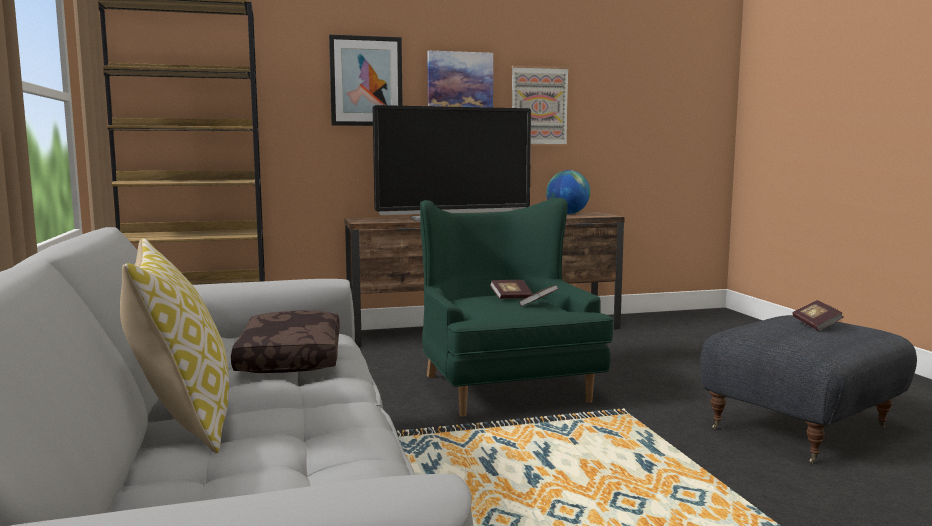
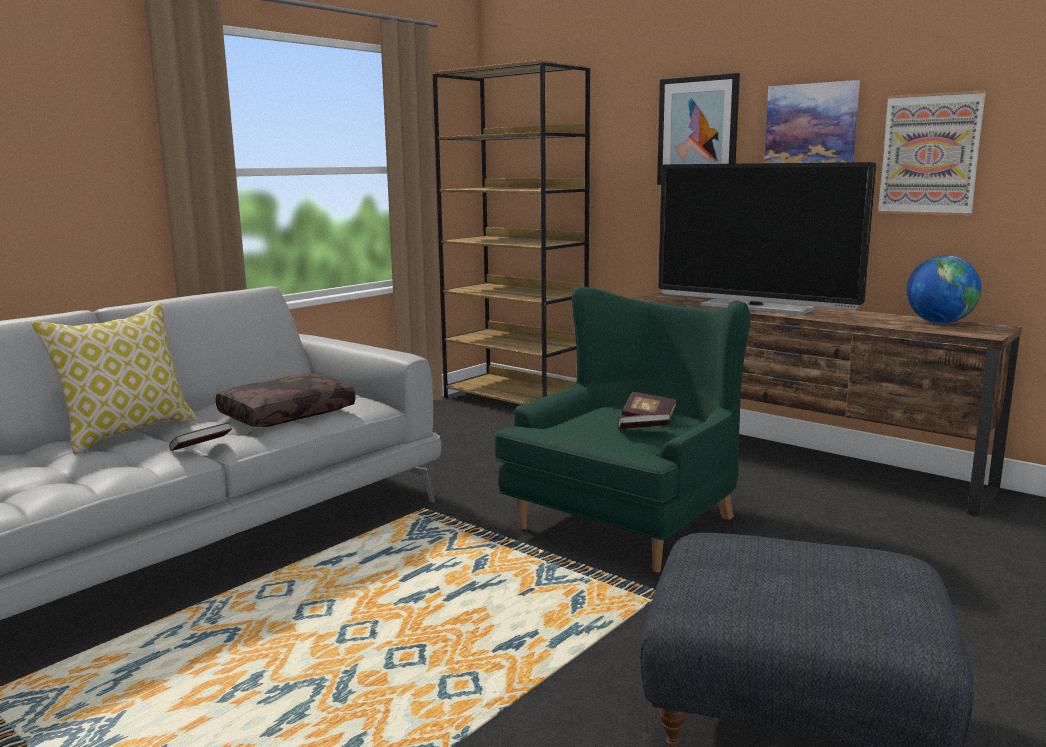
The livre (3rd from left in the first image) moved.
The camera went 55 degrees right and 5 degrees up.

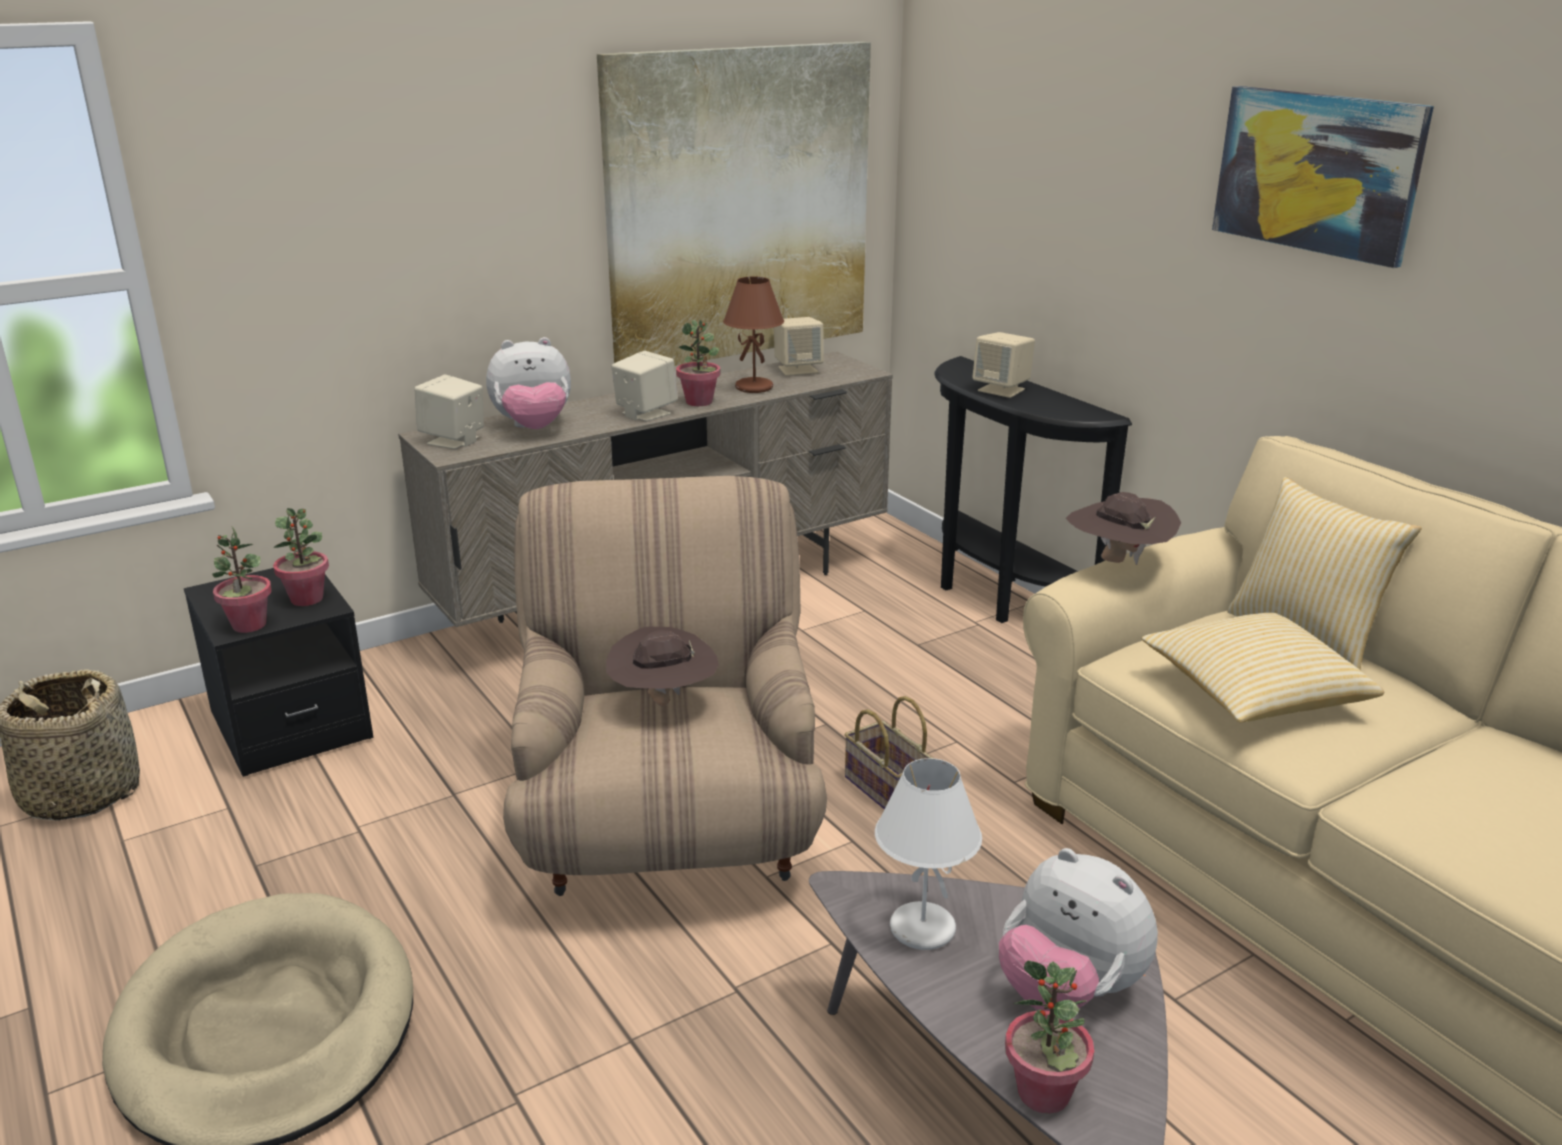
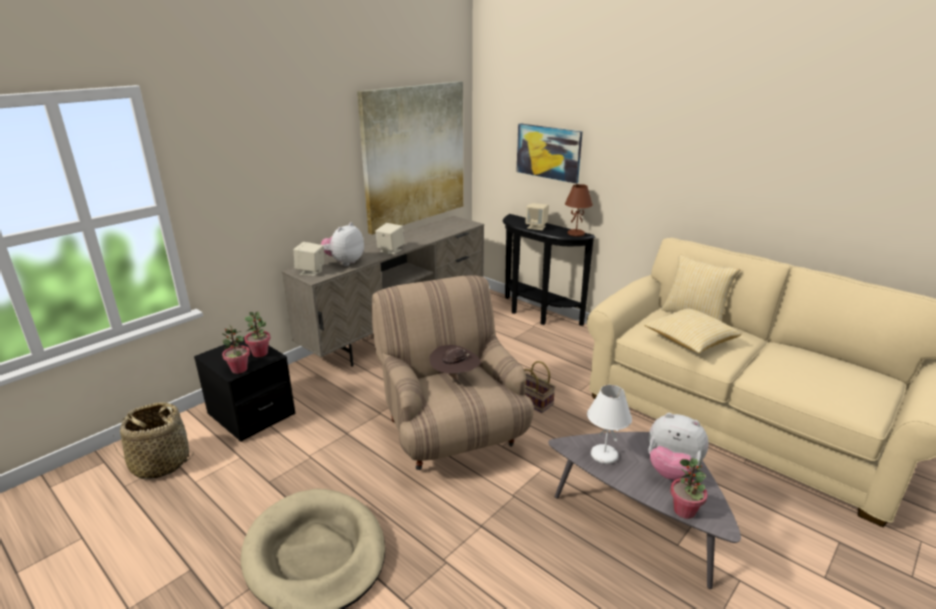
The peluche (1st from left) turned 150 degrees clockwise.
The tableau (2nd from left) moved.
The lampe de table (marron) moved.
The plante en pot (3rd from left) disappeared.
The enceinte (beige) (3rd from left) disappeared.
The chapeau (marron) (2nd from left) disappeared.
The camera went 15 degrees left and 0 degrees up.

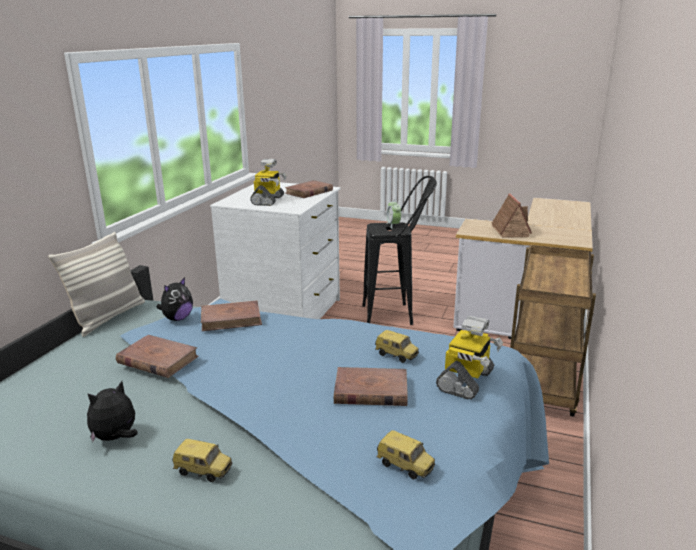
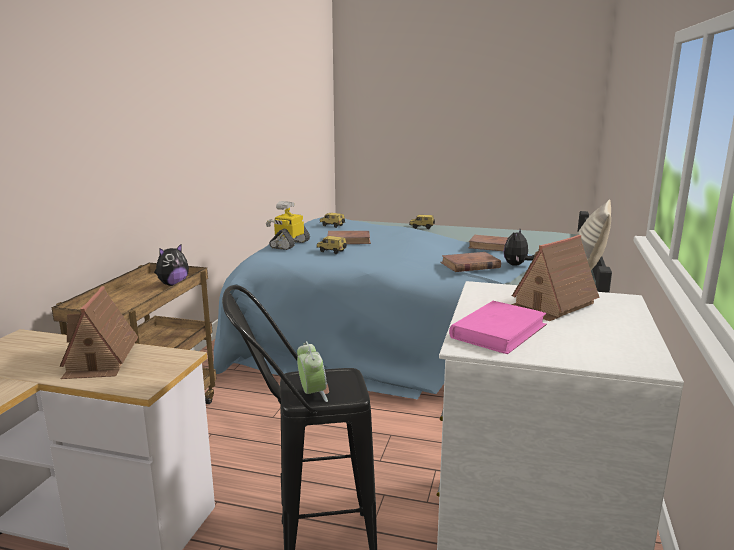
The peluche (1st from left) moved.
The livre (marron) (3rd from left) became the livre (rose).
The robot jouet (1st from left) was replaced by the maison miniature (2nd from left).
The camera went 175 degrees right and 5 degrees down.

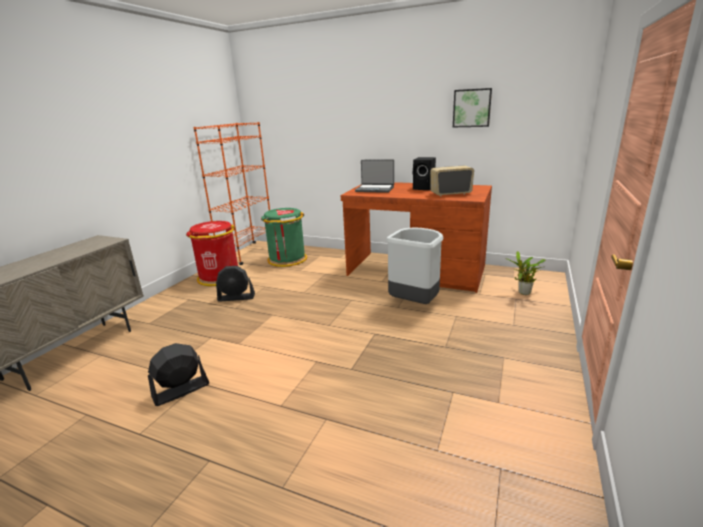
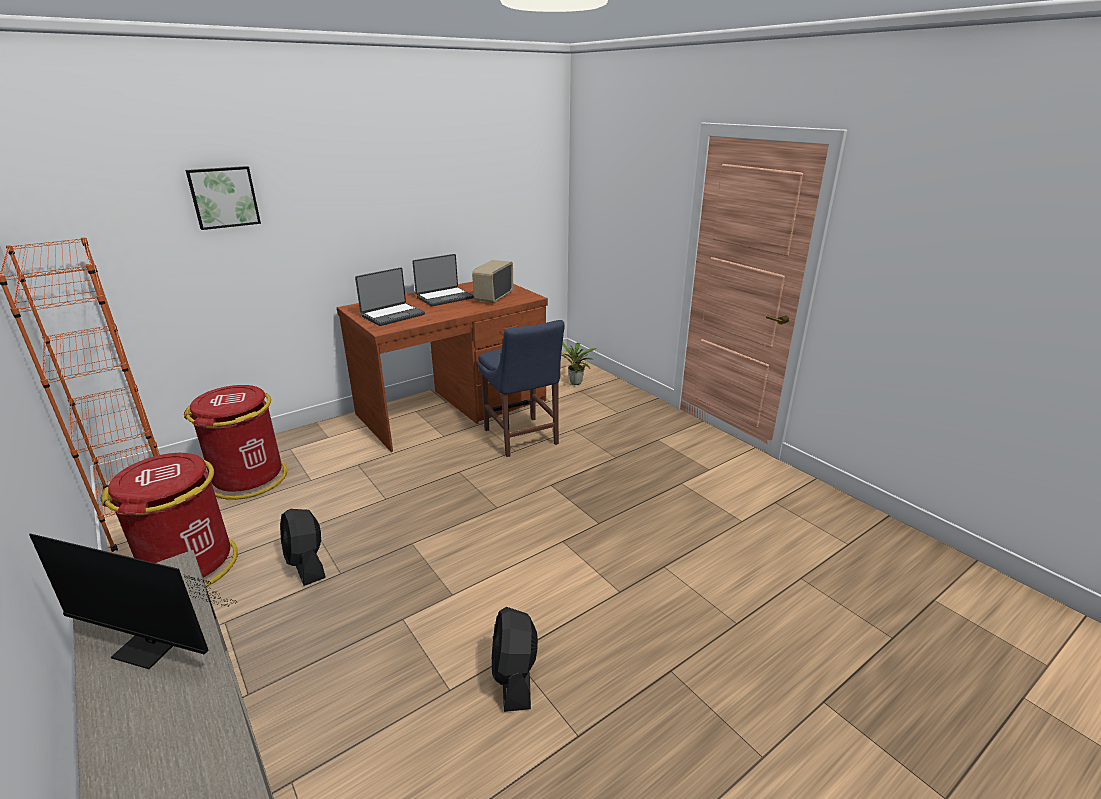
The écran d'ordinateur appeared.
The poubelle (vert) became the poubelle (rouge) (2nd from left).
The tableau moved.
The ventilateur (noir) (2nd from left in the first image) turned 120 degrees clockwise.
The enceinte (noir) was replaced by the ordinateur portable (2nd from left).
The poubelle (gris) was replaced by the chaise (bleu).
The camera went 60 degrees left and 5 degrees up.

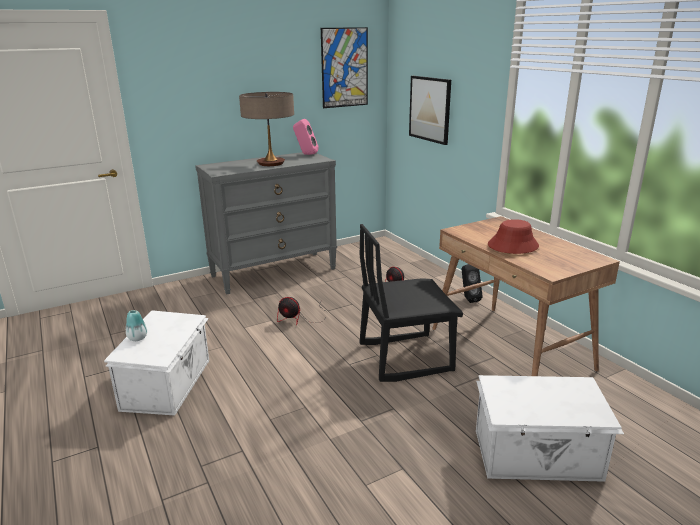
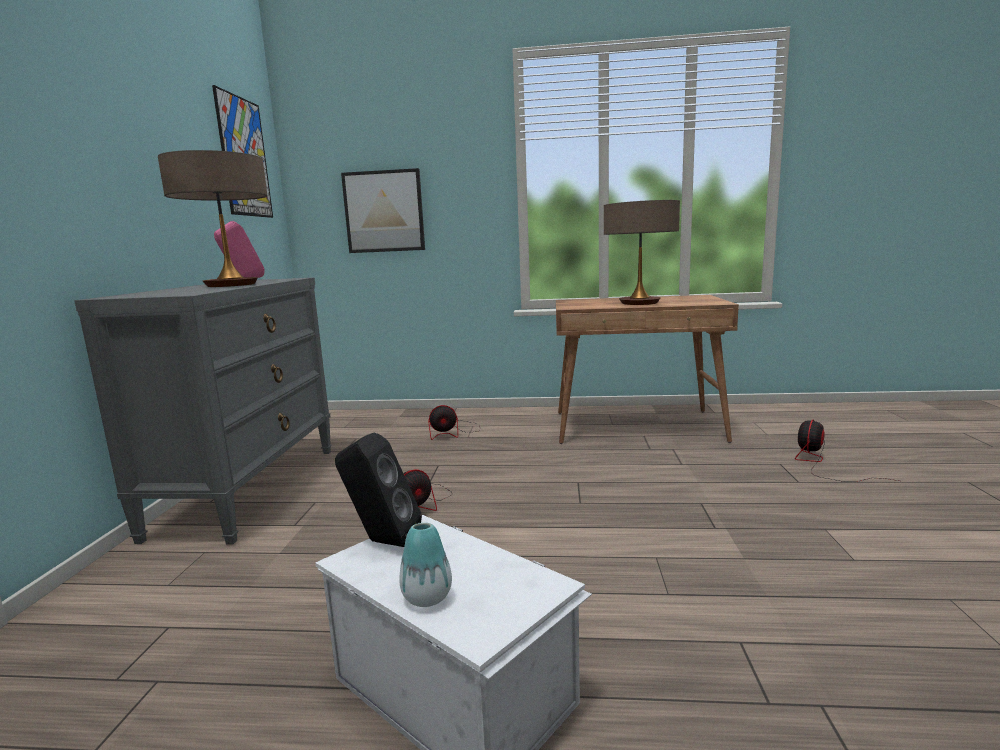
The enceinte (noir) moved.
The chapeau (rouge) was replaced by the lampe de table (2nd from left).
The boîte de rangement (blanc) (2nd from left) was replaced by the ventilateur (3rd from left).
The chaise (noir) disappeared.
The camera went 55 degrees left and 10 degrees down.

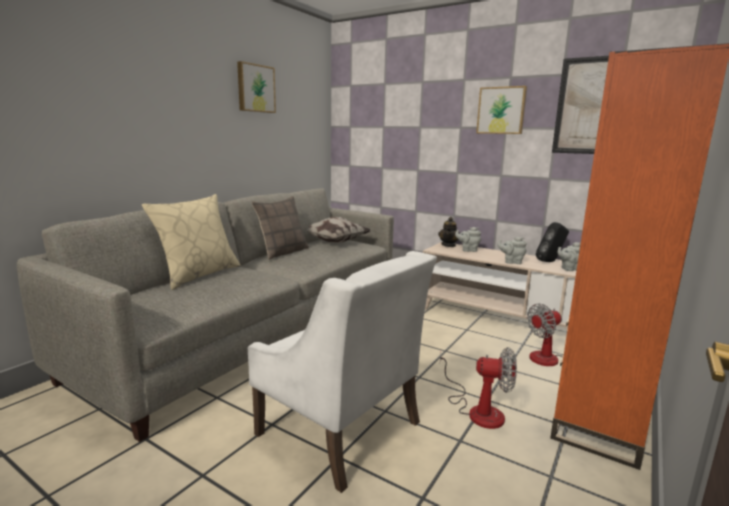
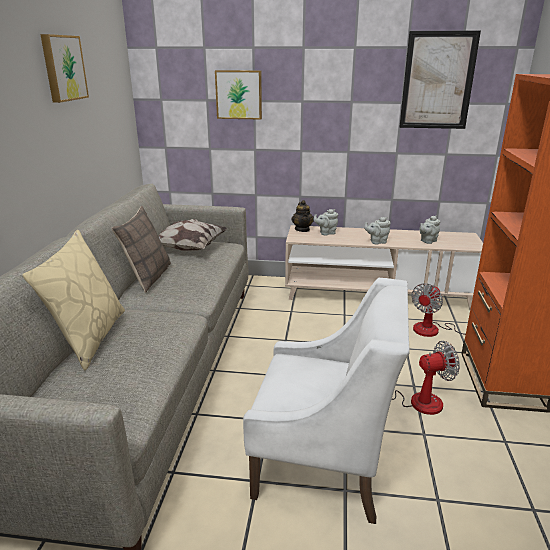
The tableau (2nd from left) moved.
The enceinte (noir) disappeared.
The camera went 25 degrees left and 10 degrees up.

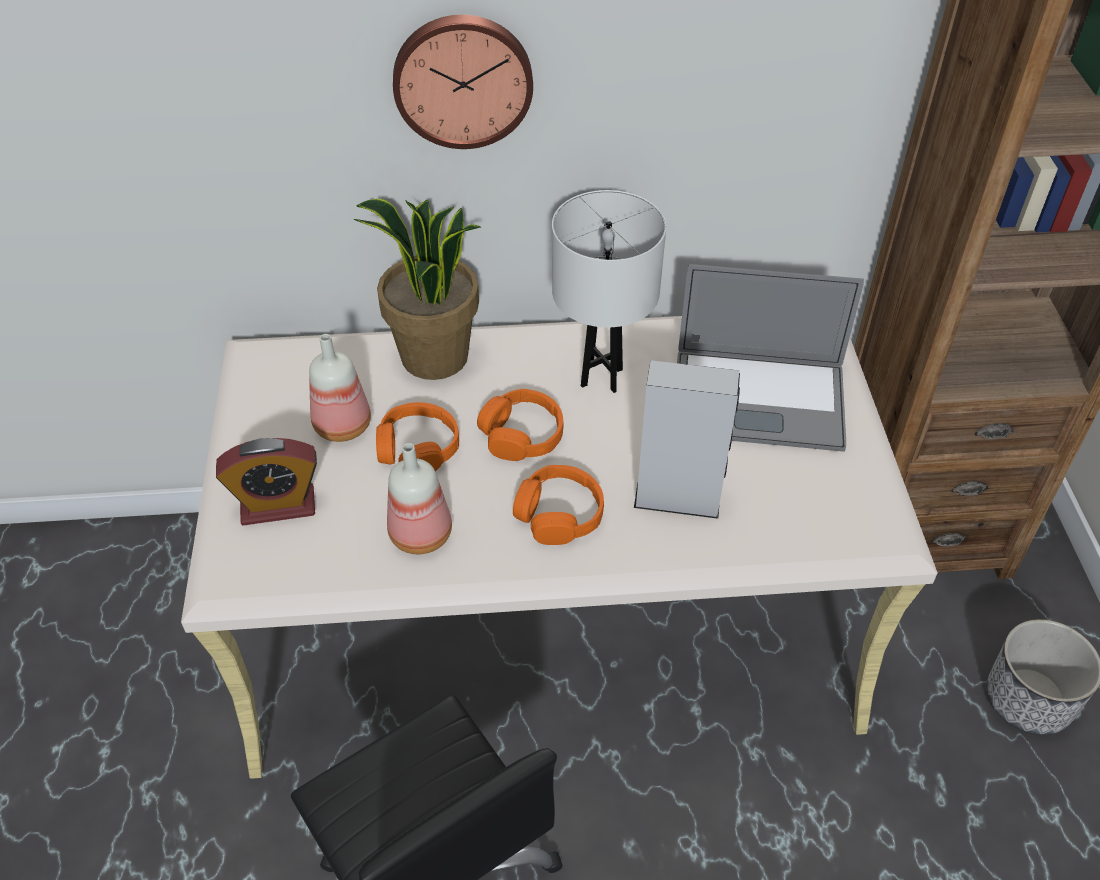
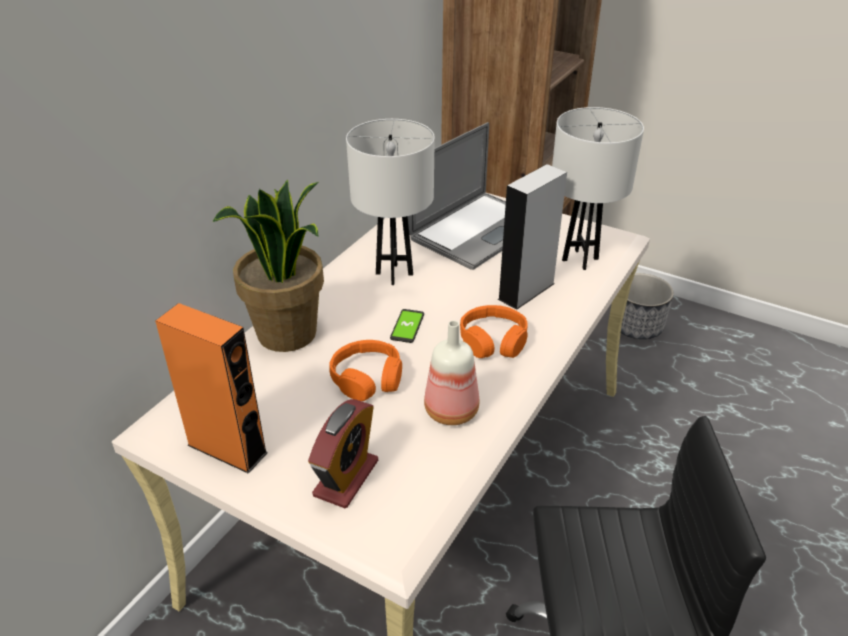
The enceinte (orange) appeared.
The casque audio (orange) (2nd from left) was replaced by the téléphone.
The lampe de table (blanc) (2nd from left) appeared.
The bouteille (1st from left) disappeared.
The horloge murale disappeared.
The camera went 55 degrees left and 10 degrees down.

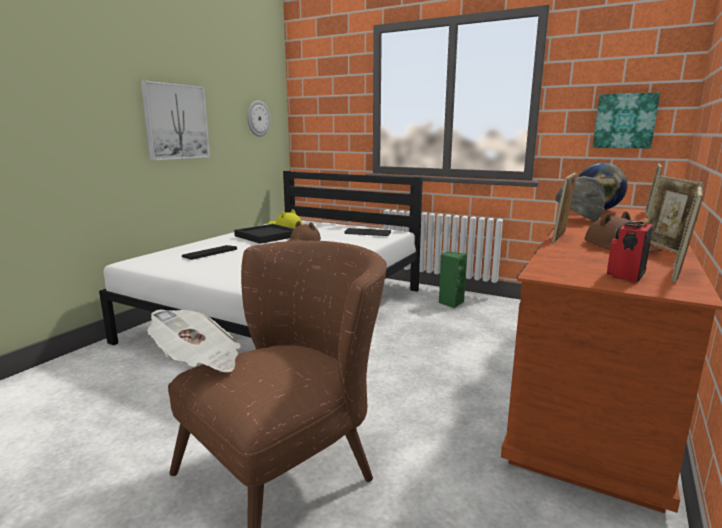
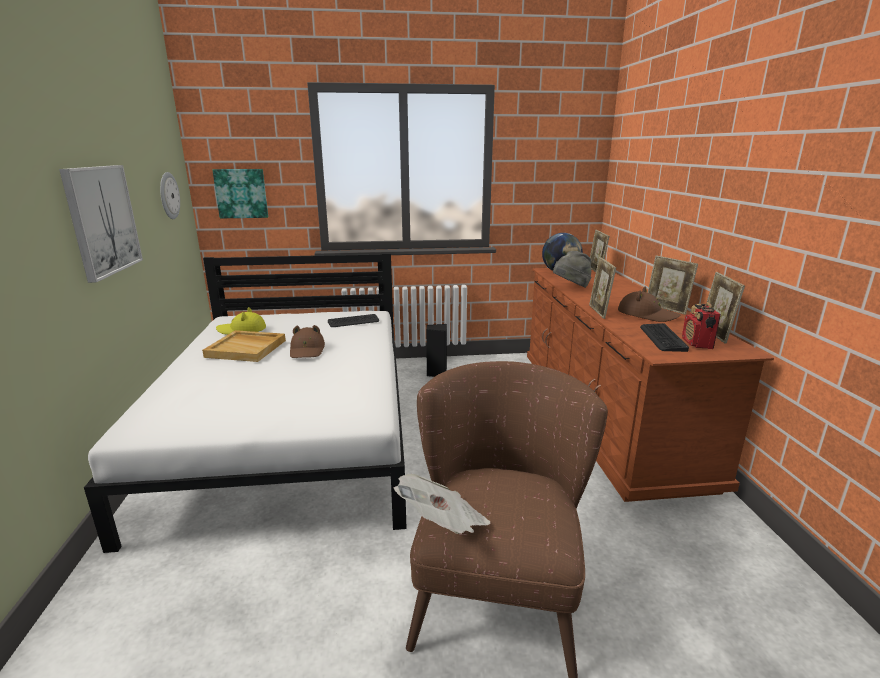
The plateau (noir) became the plateau (beige).
The tableau (2nd from left) moved.
The enceinte (vert) became the enceinte (noir).
The clavier (1st from left in the first image) moved.
The camera went 35 degrees left and 5 degrees up.

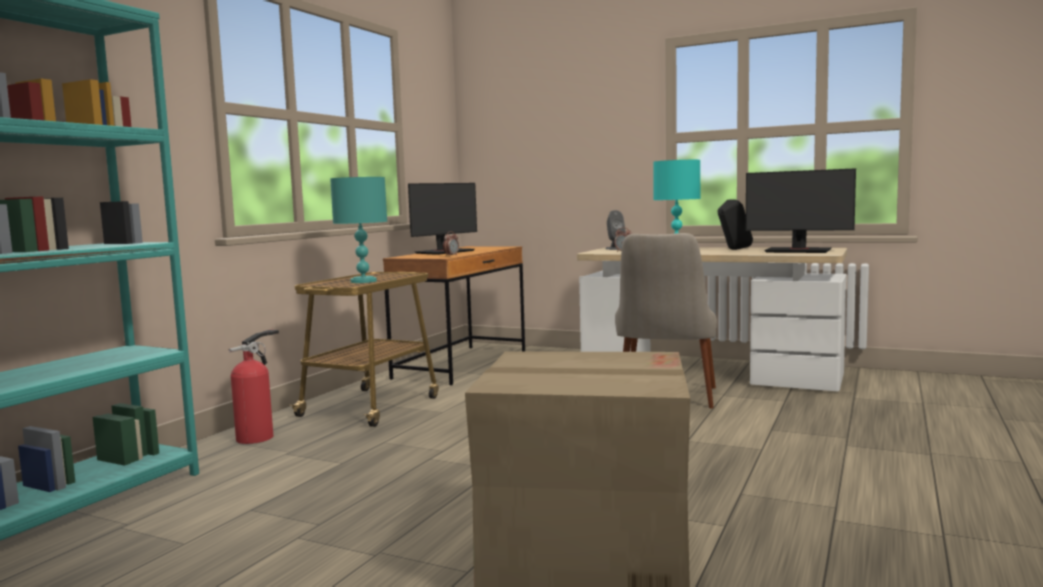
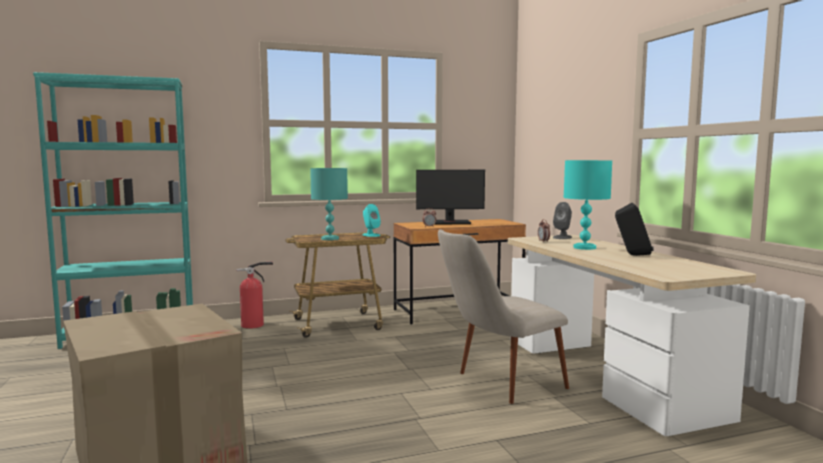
The enceinte (turquoise) appeared.
The écran d'ordinateur (2nd from left) disappeared.
The camera went 45 degrees right and 0 degrees up.

